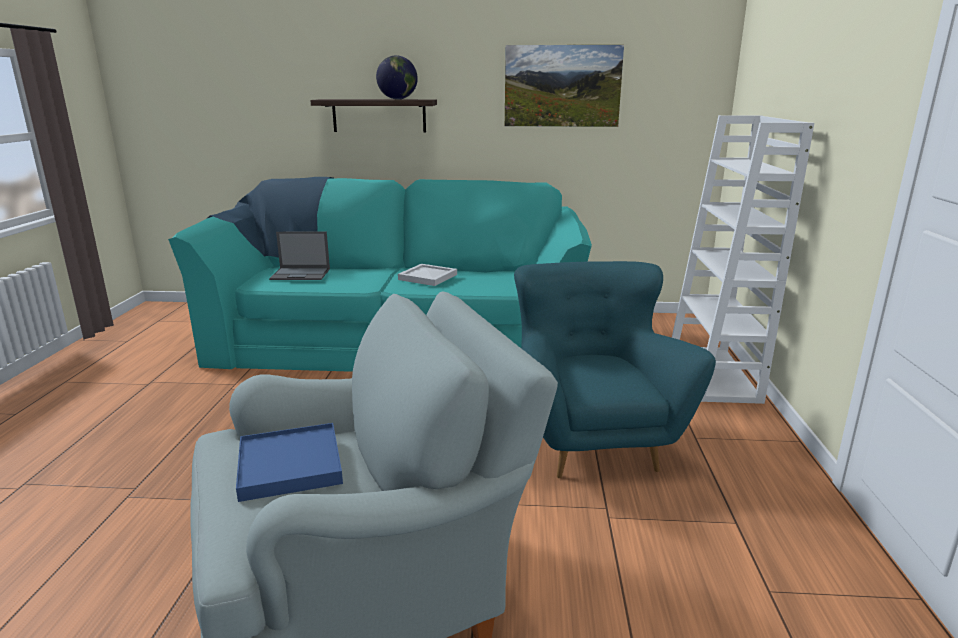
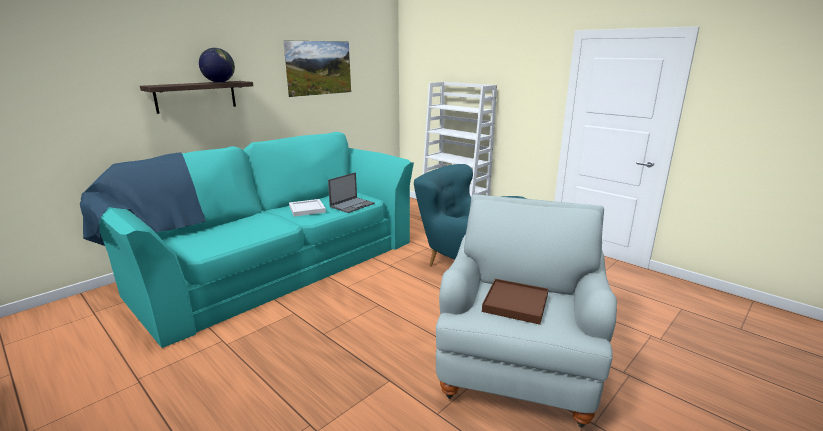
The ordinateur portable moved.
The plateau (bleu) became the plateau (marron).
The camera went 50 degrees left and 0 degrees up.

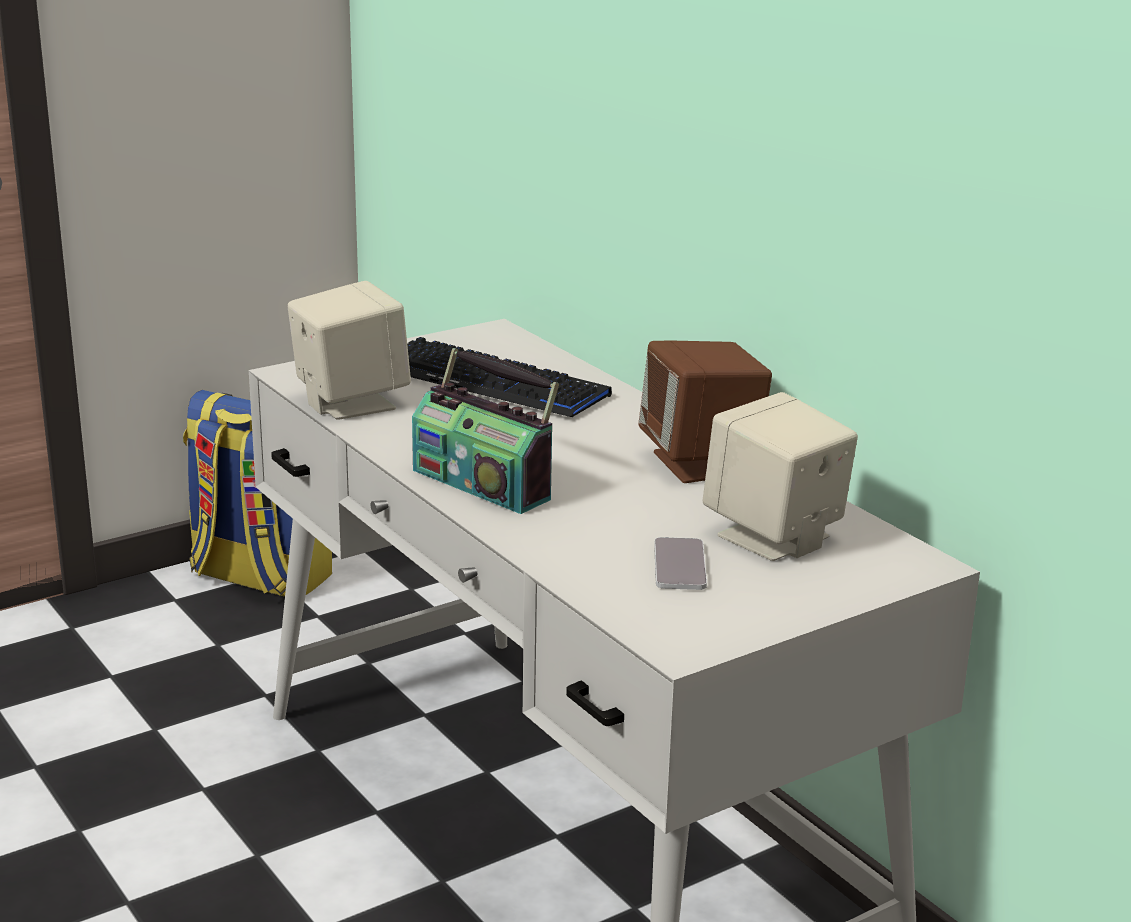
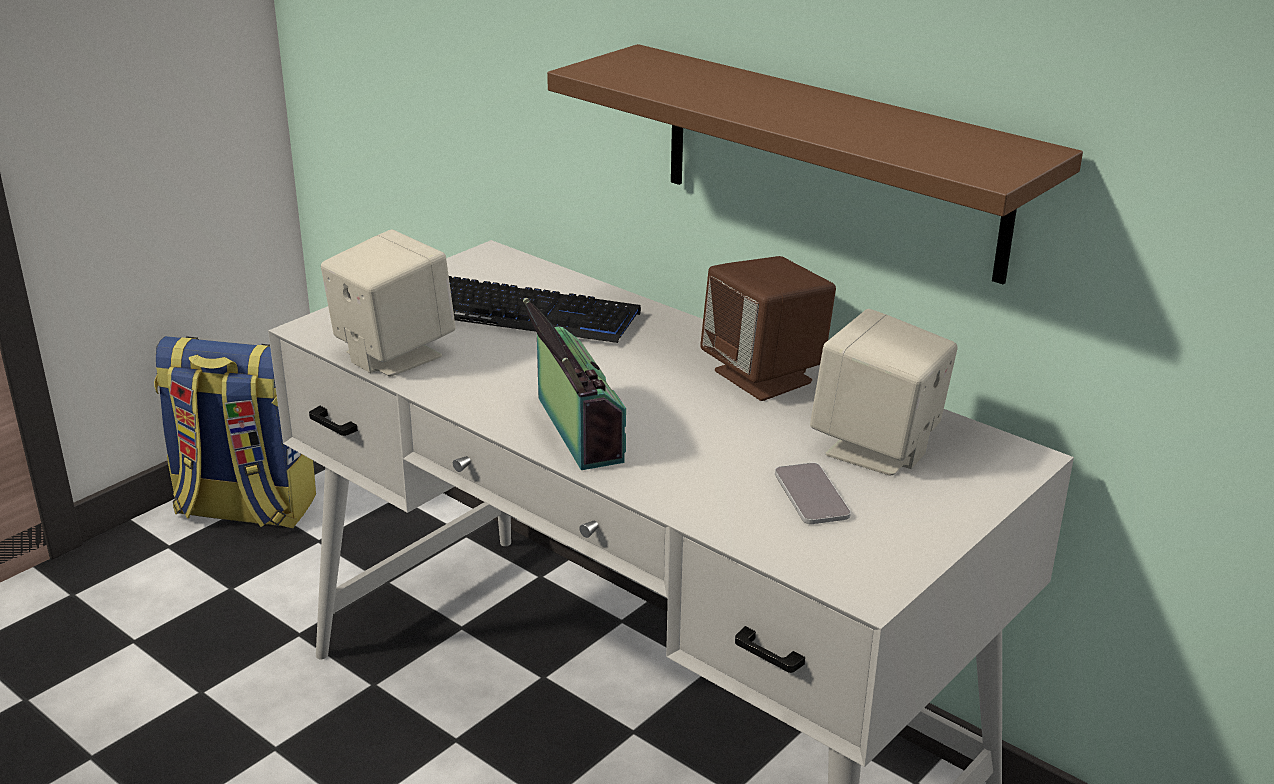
The radio turned 135 degrees counterclockwise.
The étagère (marron) appeared.
The camera went 15 degrees left and 5 degrees up.

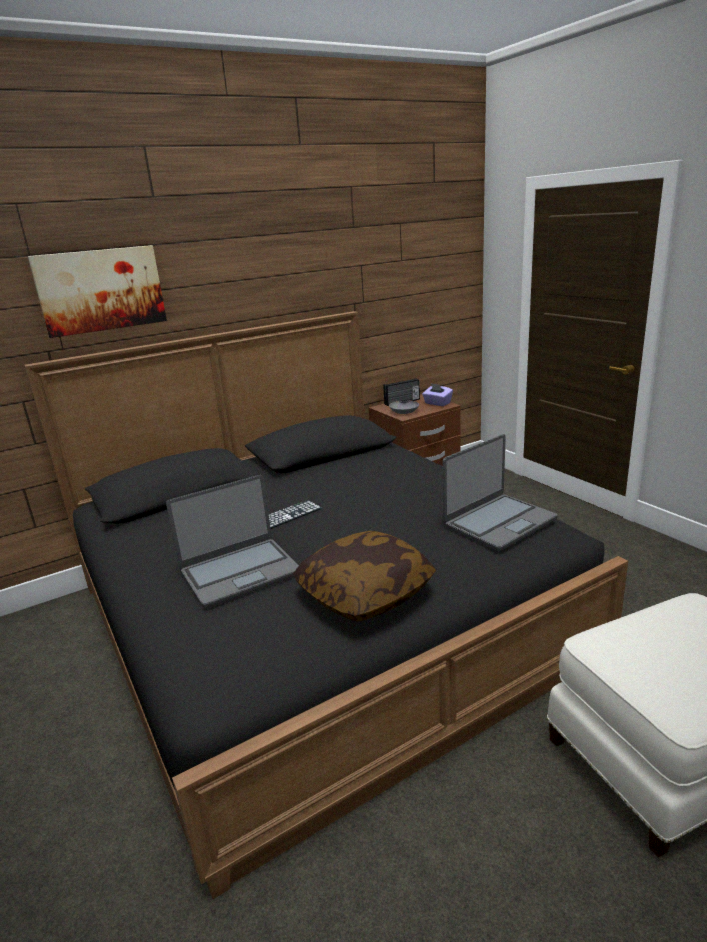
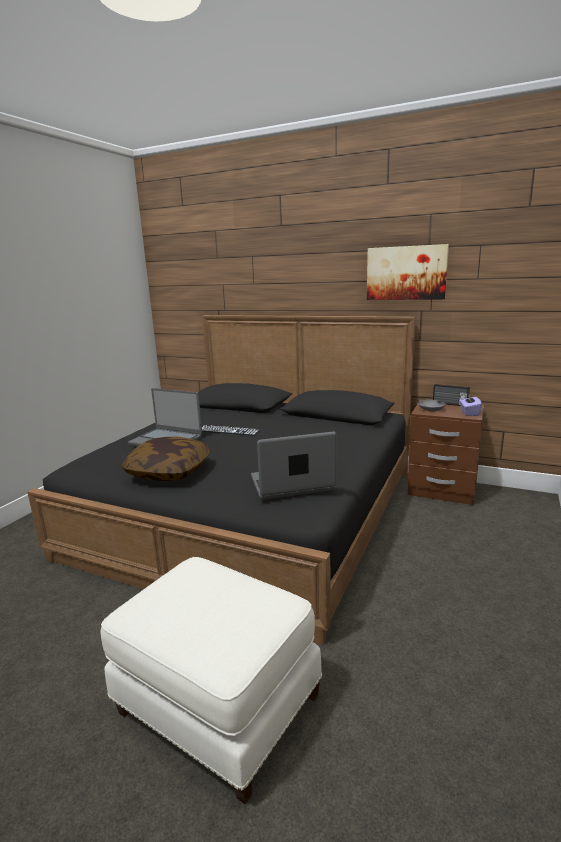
The ordinateur portable (2nd from left) turned 150 degrees clockwise.
The tableau moved.
The camera went 55 degrees right and 5 degrees down.

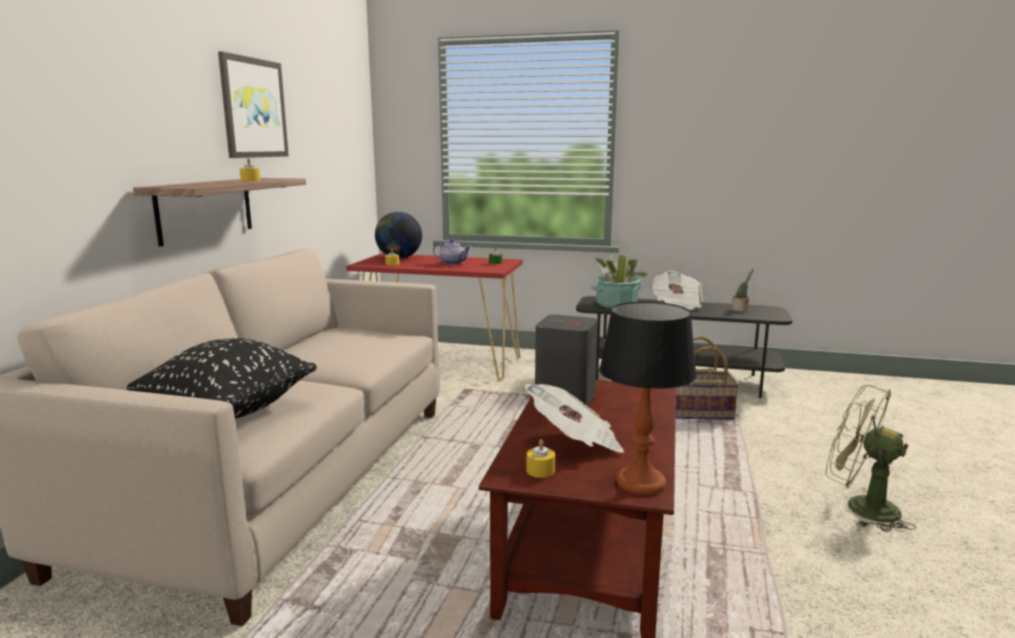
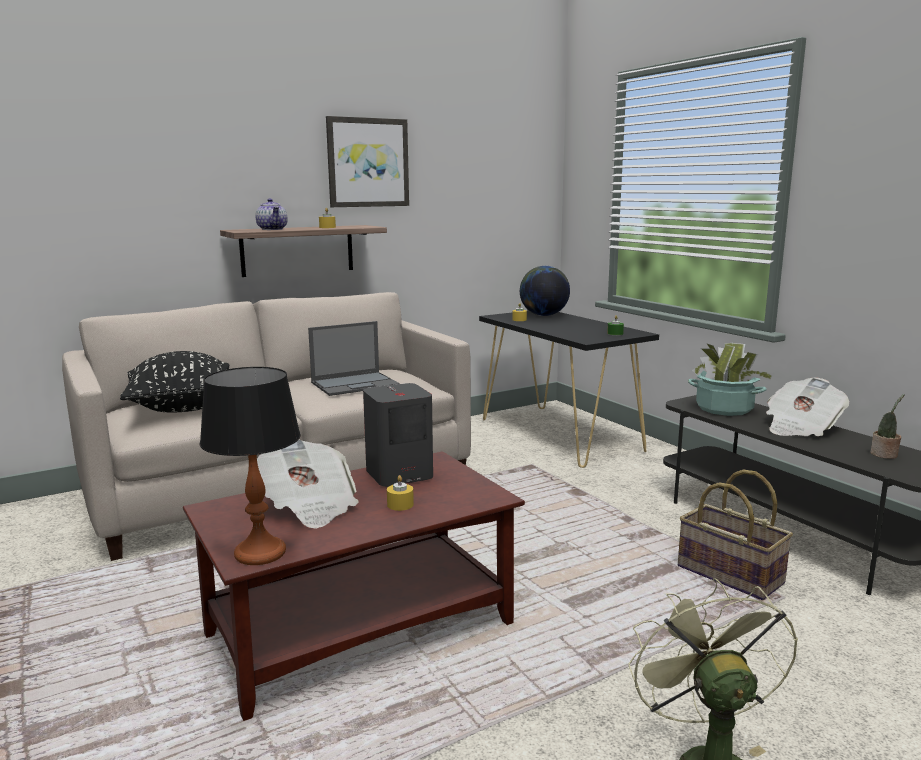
The théière moved.
The ordinateur portable appeared.
The bougie (jaune) (3rd from left in the first image) moved.
The table console (rouge) became the table console (noir).
The camera went 45 degrees right and 0 degrees up.

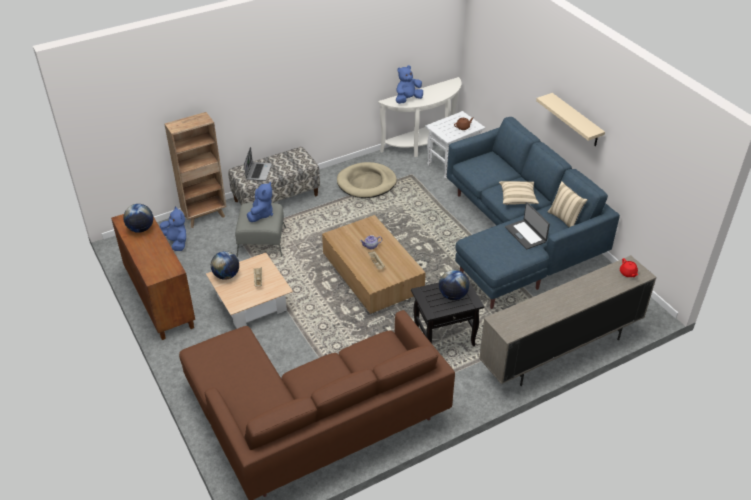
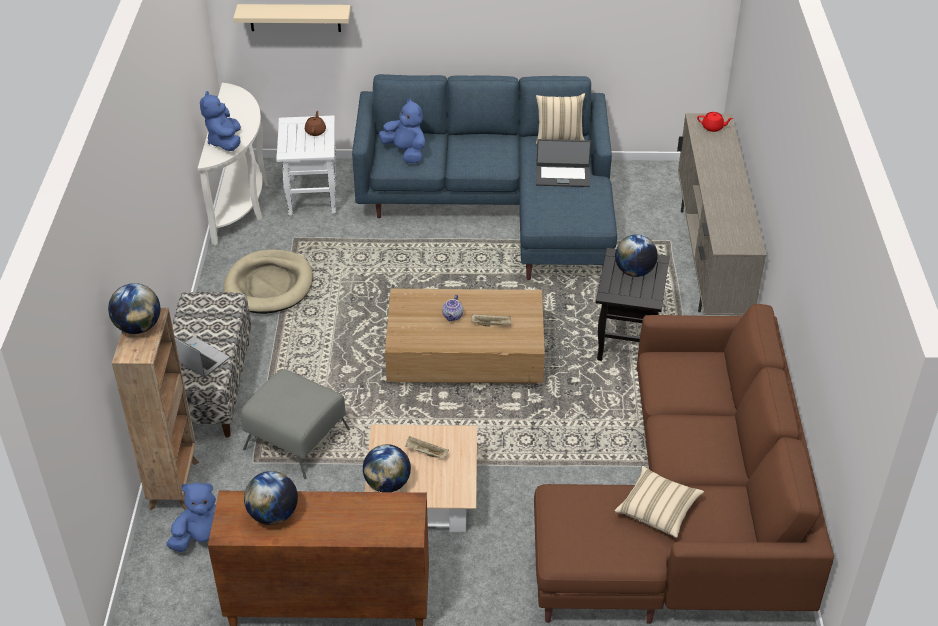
The globe (1st from left) appeared.
The étagère (beige) moved.
The peluche (bleu) (2nd from left in the first image) moved.
The coussin (beige) (1st from left in the first image) moved.
The camera went 60 degrees left and 0 degrees up.

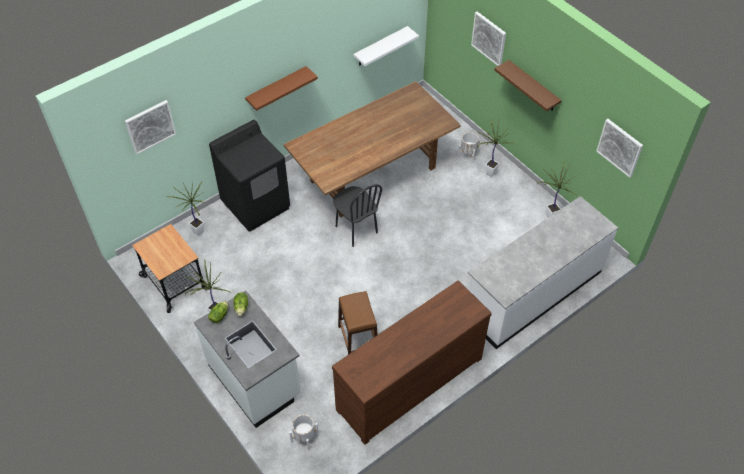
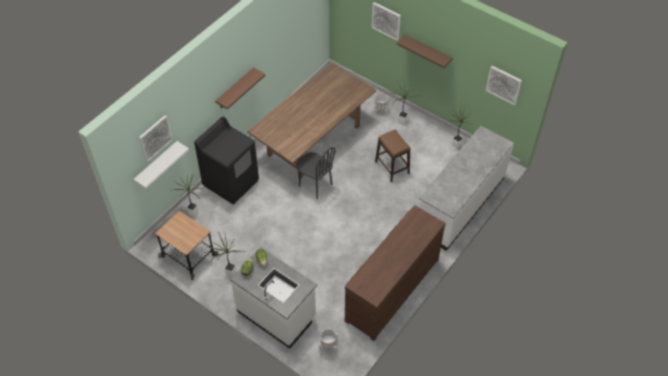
The étagère (blanc) moved.
The tabouret (marron) moved.
The camera went 15 degrees left and 0 degrees up.

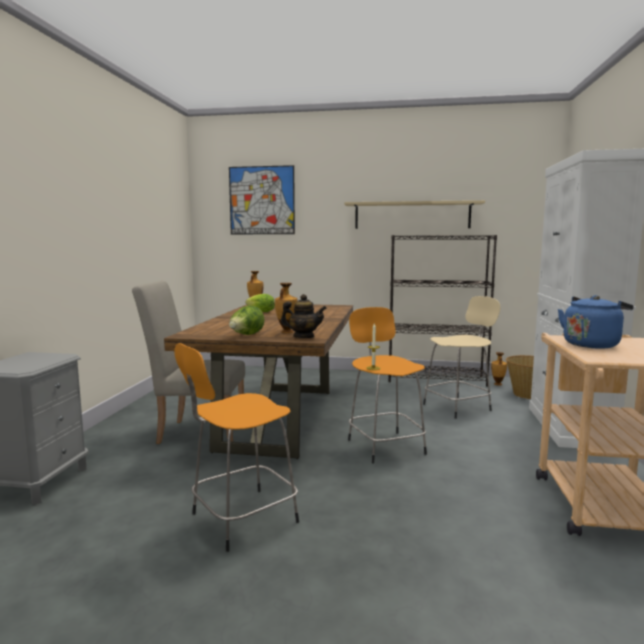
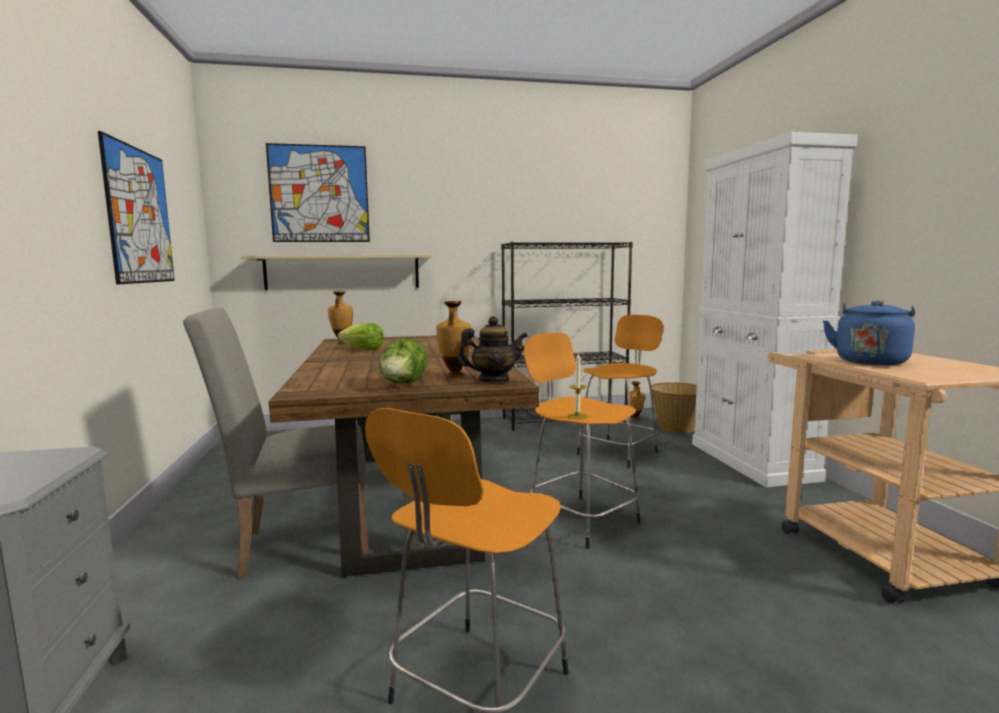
The tableau (1st from left) appeared.
The étagère (beige) moved.
The tabouret (beige) became the tabouret (orange) (3rd from left).
The camera went 20 degrees left and 0 degrees up.

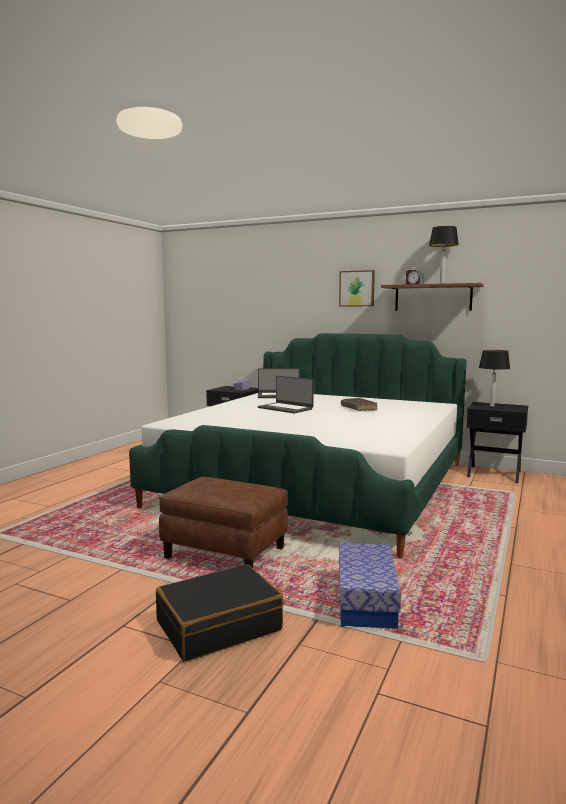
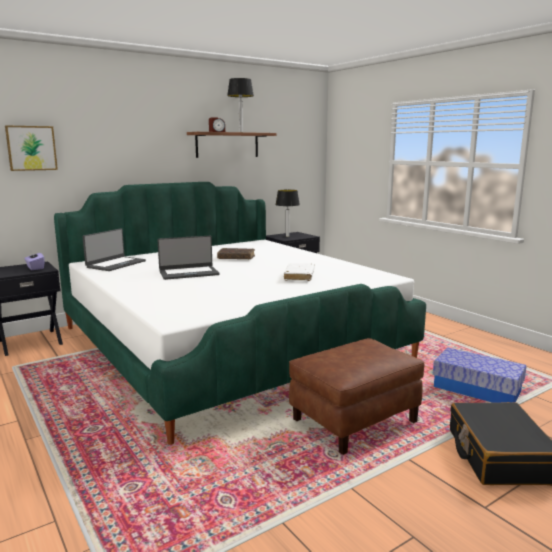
The tableau moved.
The livre (blanc) appeared.
The camera went 60 degrees left and 5 degrees up.

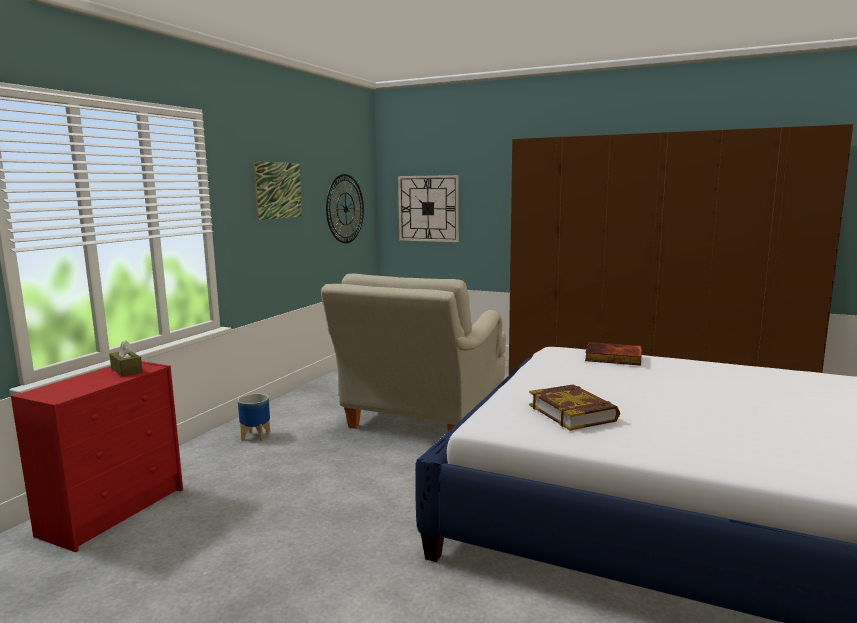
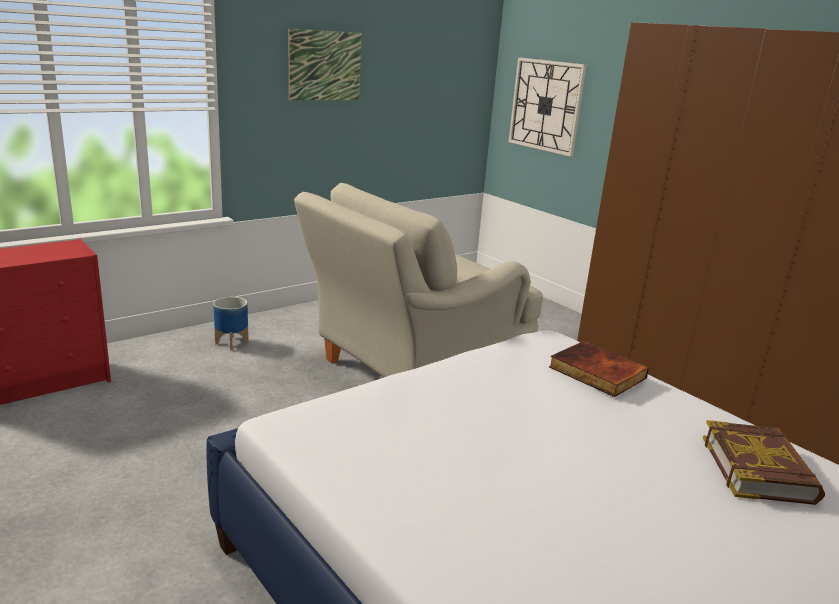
The livre (1st from left in the first image) moved.
The boîte à mouchoirs (marron) disappeared.
The horloge murale (1st from left) disappeared.
The camera went 25 degrees right and 10 degrees up.

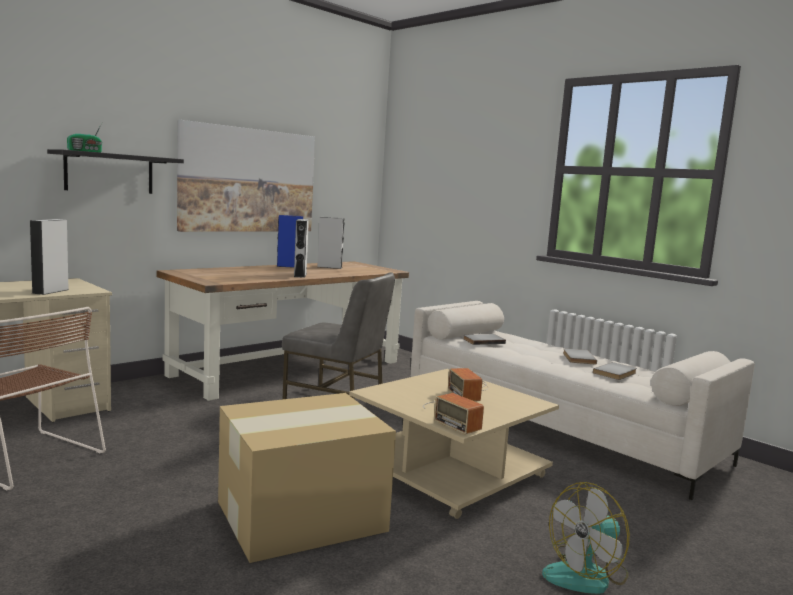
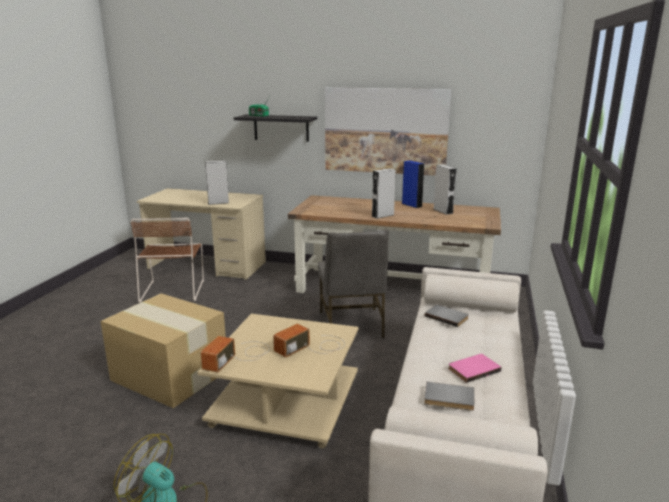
The livre (gris) (2nd from left) became the livre (rose).
The camera went 60 degrees right and 10 degrees up.

